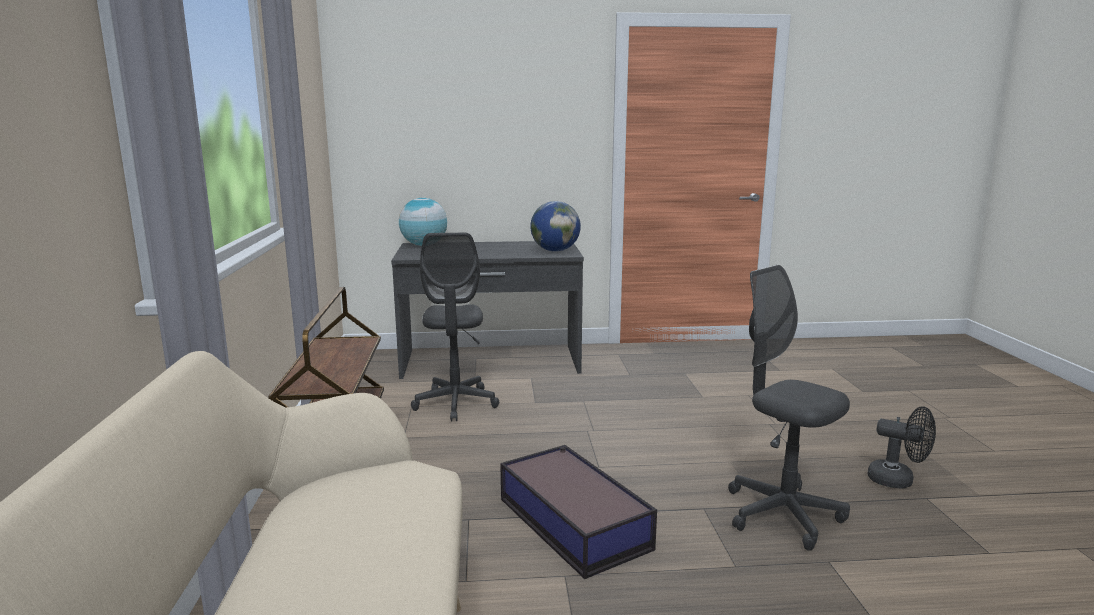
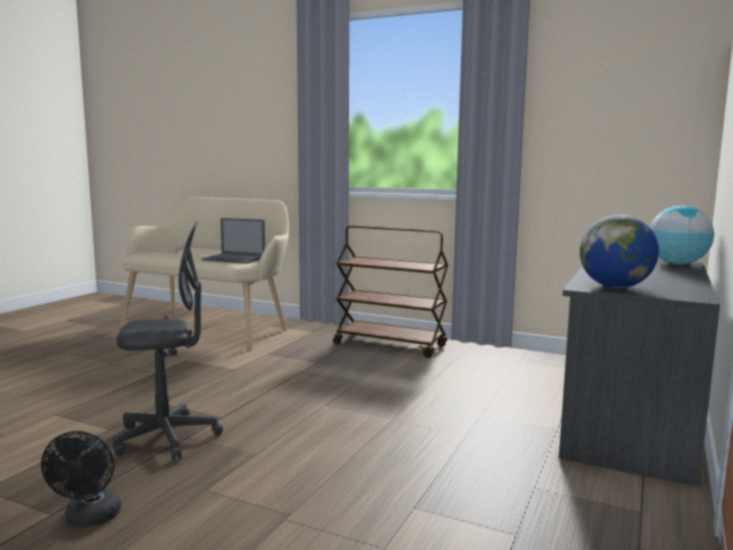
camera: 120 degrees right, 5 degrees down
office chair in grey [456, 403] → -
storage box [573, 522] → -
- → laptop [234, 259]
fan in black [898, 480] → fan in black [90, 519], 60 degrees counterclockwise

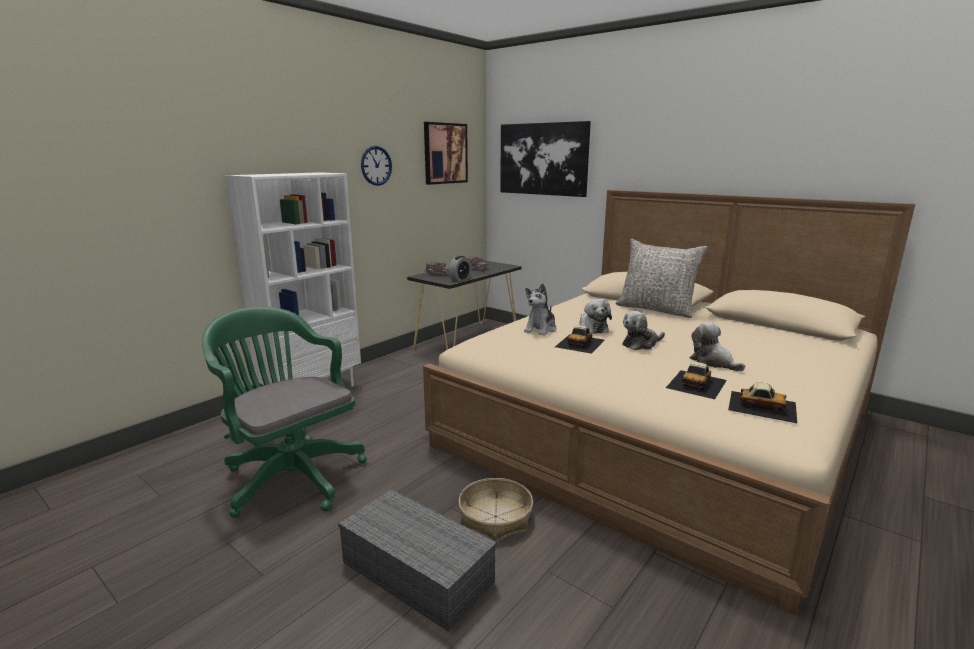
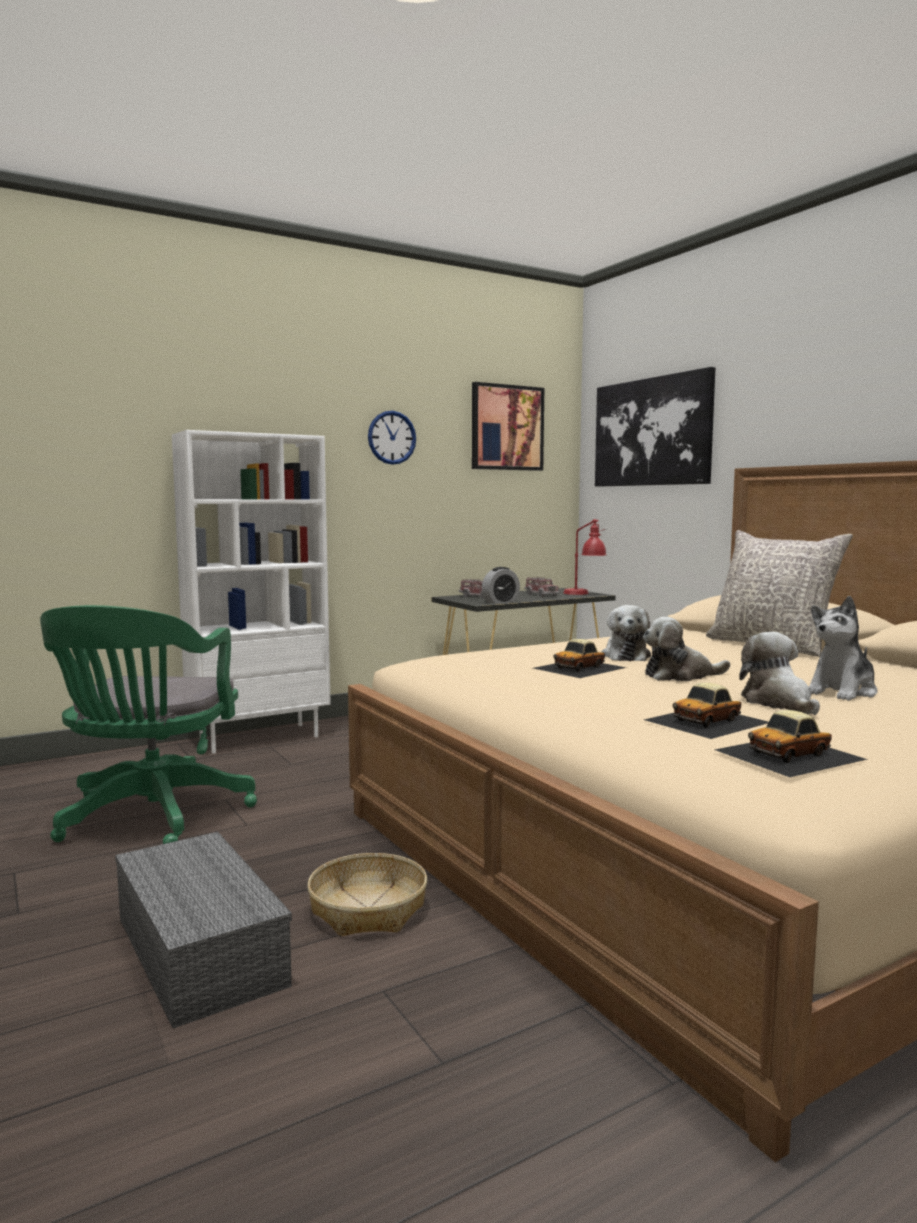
camera: 20 degrees right, 10 degrees down
- → table lamp in red [584, 594]
plush toy [540, 329] → plush toy [842, 692], relocated
office chair in green [290, 475] → office chair in green [150, 817], 150 degrees counterclockwise
toy car [762, 405] → toy car [790, 754], 105 degrees clockwise

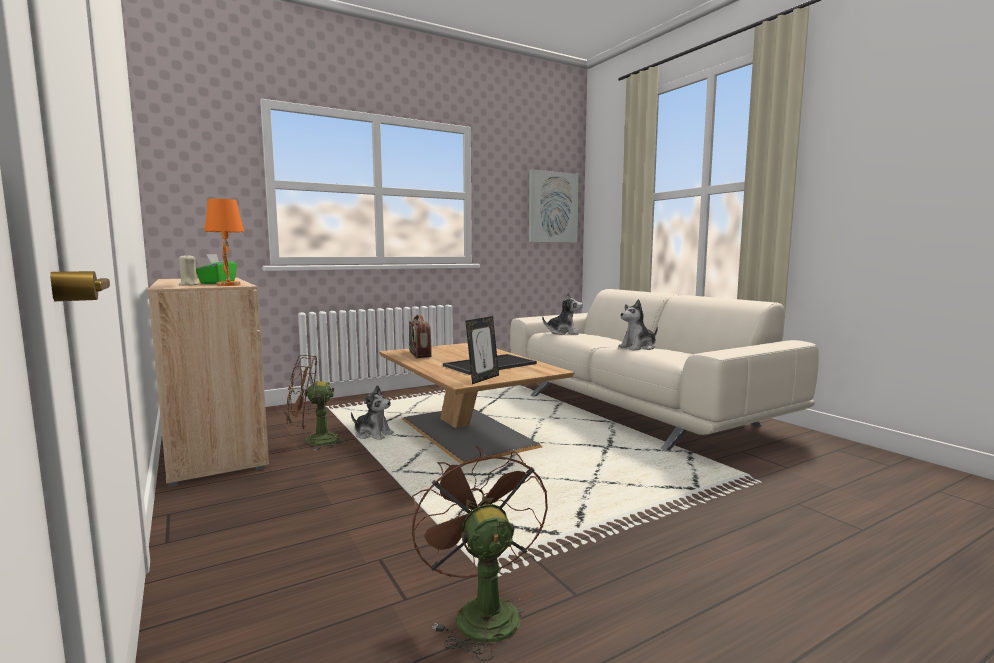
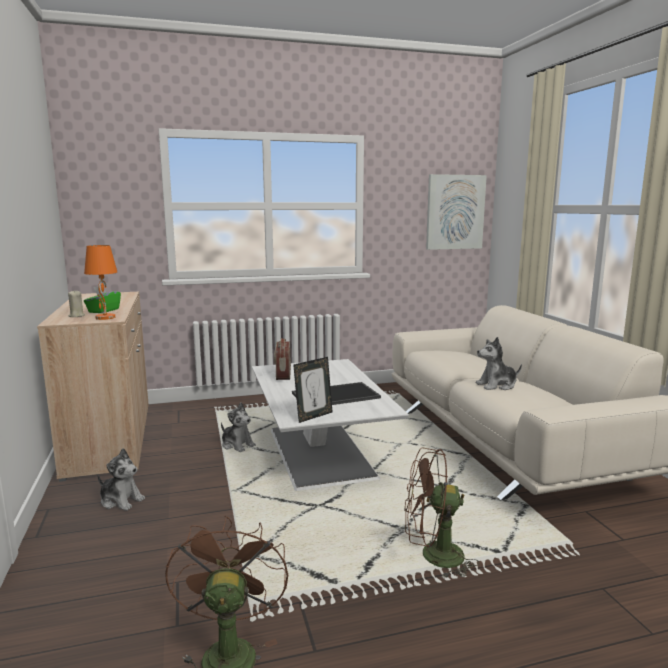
camera: 15 degrees right, 5 degrees up
fan in brown [313, 441] → fan in brown [433, 556], relocated
plush toy [563, 333] → plush toy [121, 500], relocated
coffee table in brown [469, 434] → coffee table in white [321, 454]

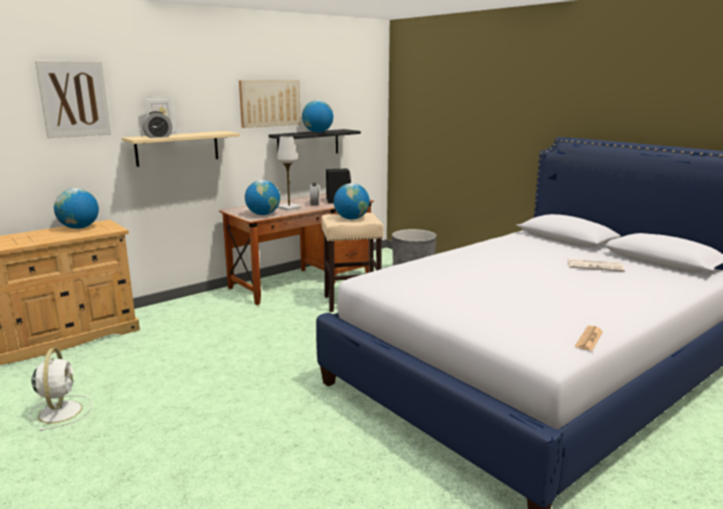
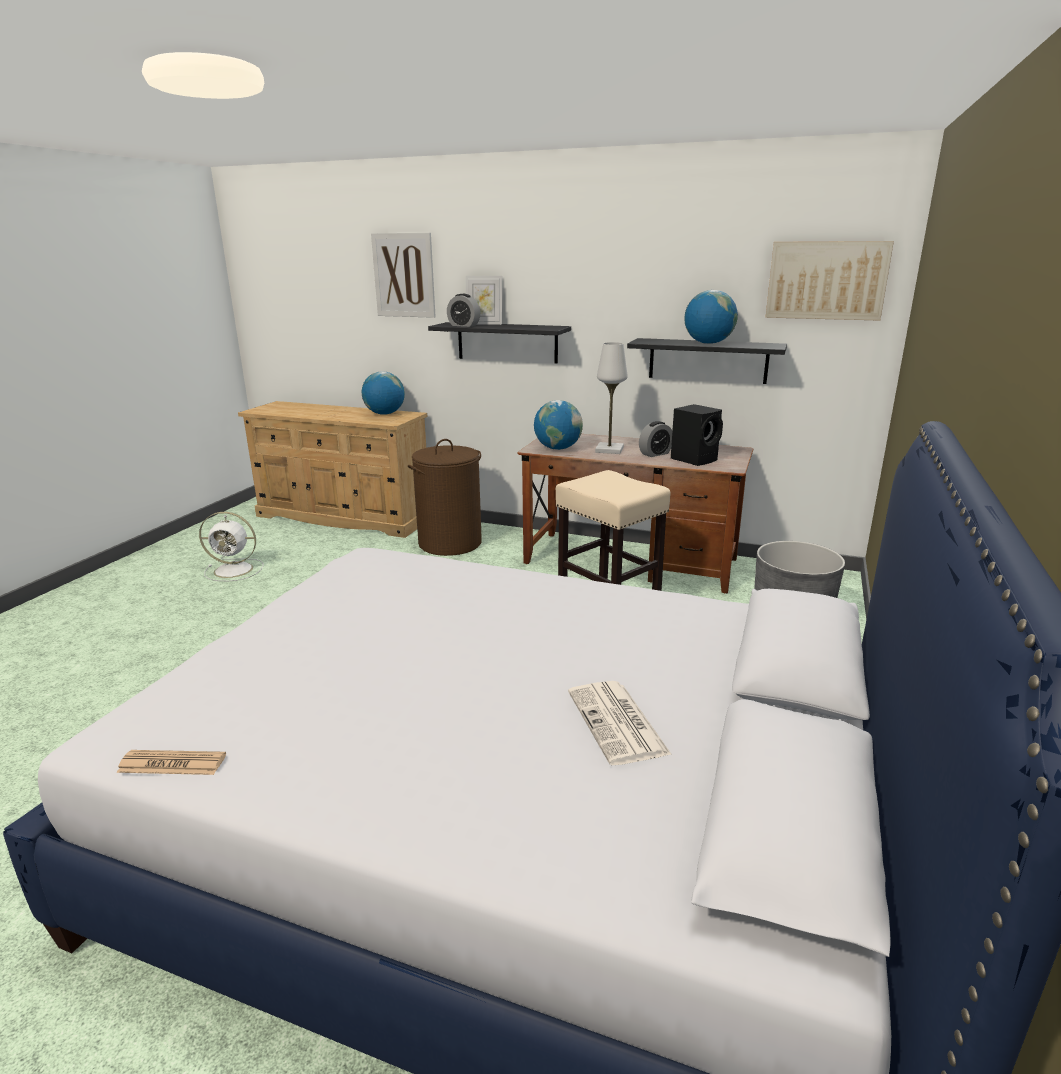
camera: 60 degrees right, 5 degrees up
globe [351, 218] → -
- → laundry basket in brown [450, 543]
picture [270, 103] → picture [826, 280], relocated
shelf in beige [177, 148] → shelf in black [507, 342]
fan in white [61, 411] → fan in white [235, 570], 45 degrees clockwise

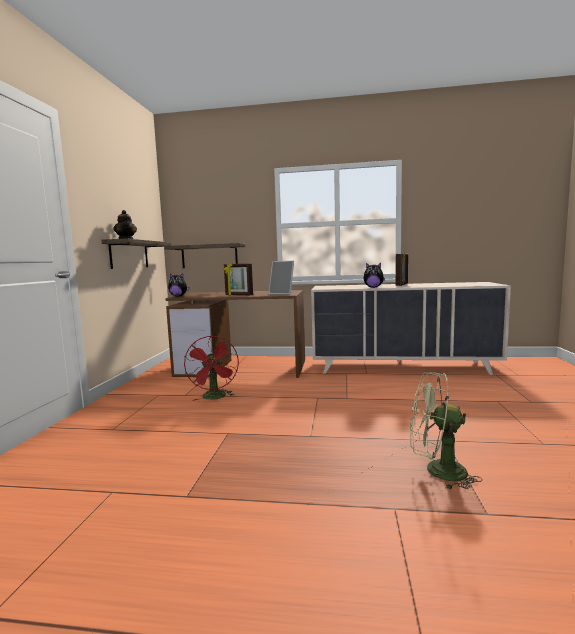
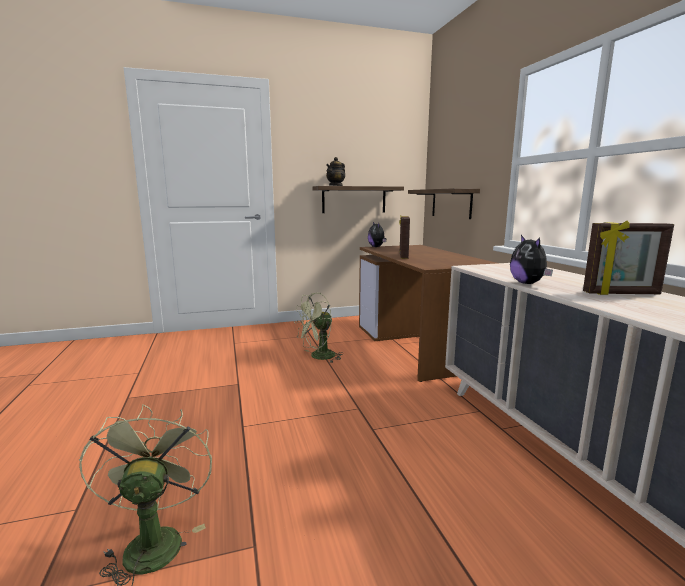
camera: 65 degrees right, 5 degrees up
picture frame [282, 293] → -
fan in red [215, 398] → fan in green [318, 357]

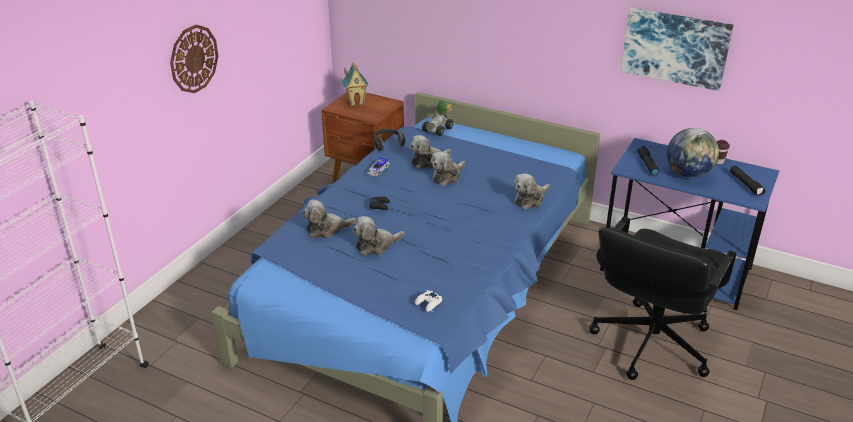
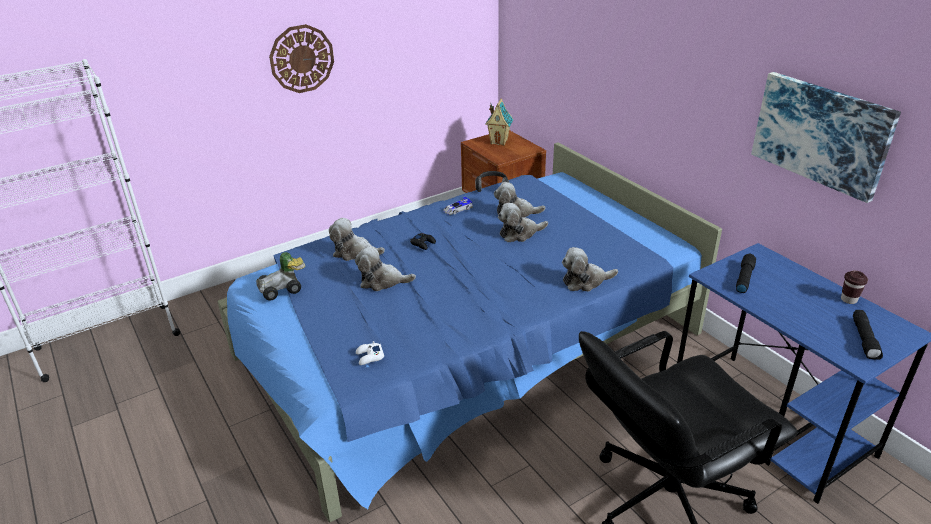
camera: 30 degrees right, 0 degrees up
globe [688, 174] → -
toy car [439, 129] → toy car [283, 290], relocated

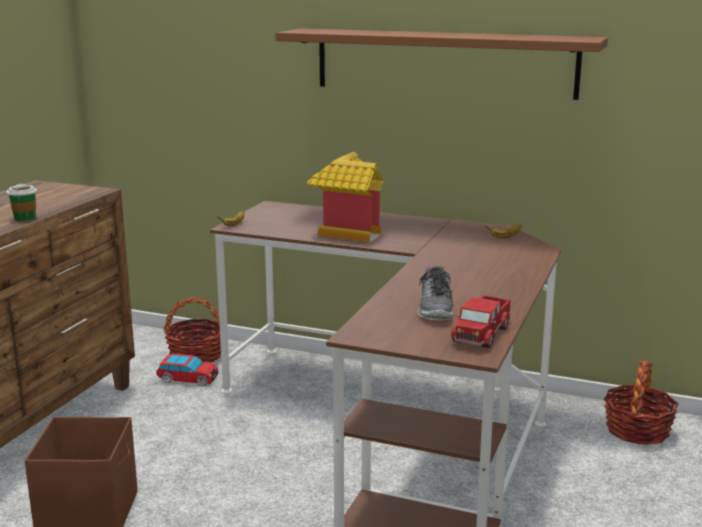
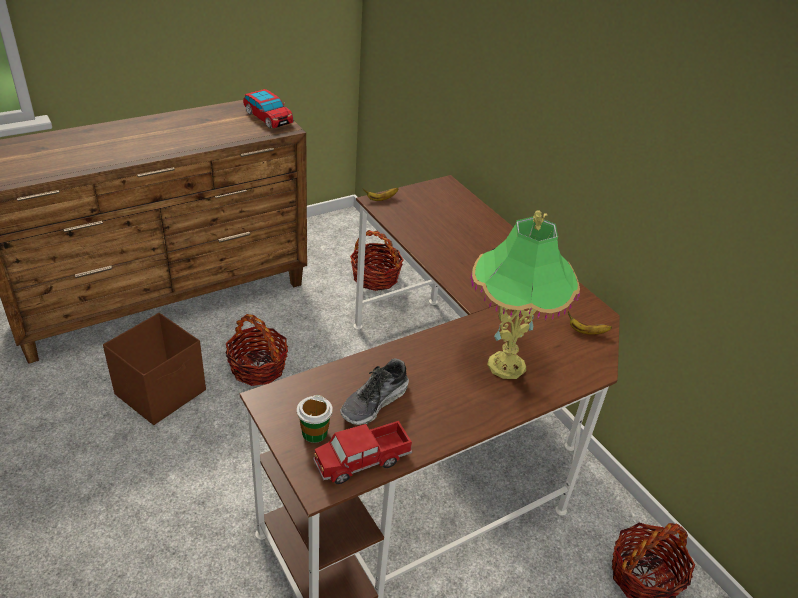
camera: 35 degrees right, 20 degrees up
shelf in brown [444, 62] → -
toy house [345, 231] → -
- → basket [258, 368]
- → table lamp [506, 366]
cup [25, 218] → cup [314, 433], relocated
toy car [187, 379] → toy car [268, 117], relocated

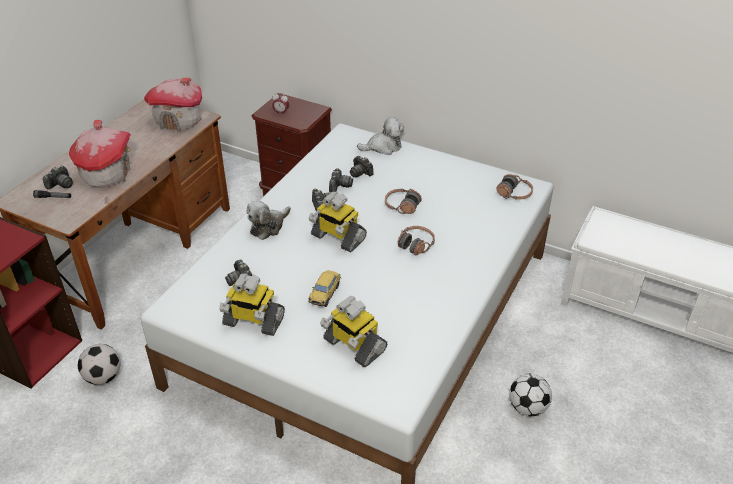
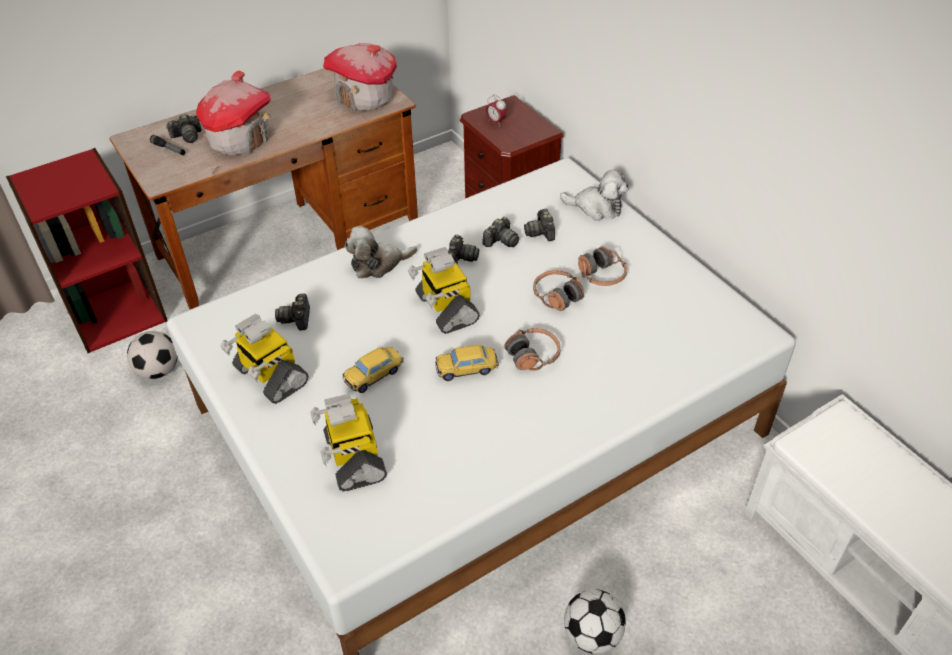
camera: 30 degrees right, 5 degrees up
- → toy car [466, 369]
headphones [514, 194] → headphones [601, 275], relocated

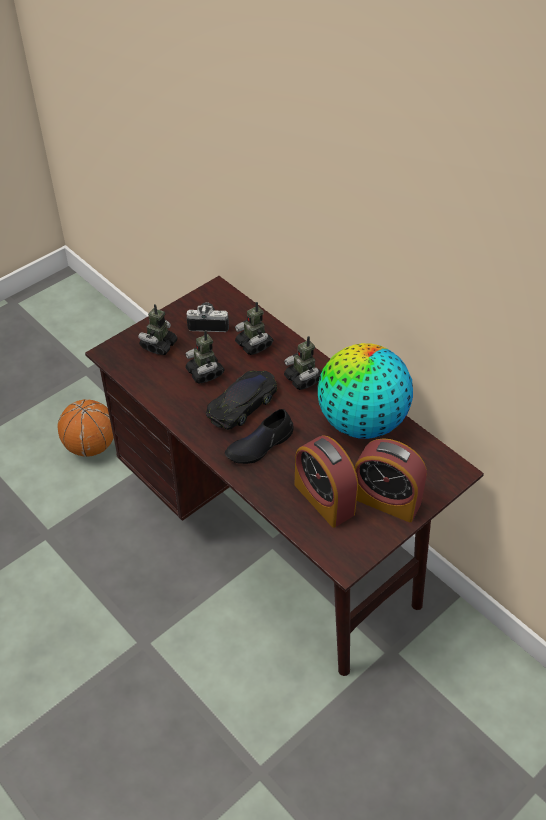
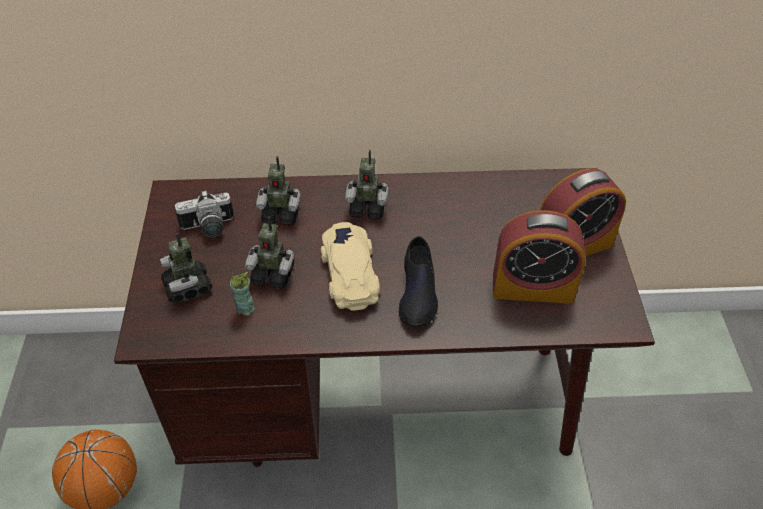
camera: 50 degrees left, 0 degrees up
globe [361, 422] → -
- → cup [245, 308]
toy car in black [243, 404] → toy car in beige [350, 271]
photo camera [209, 323] → photo camera [208, 228], 150 degrees counterclockwise

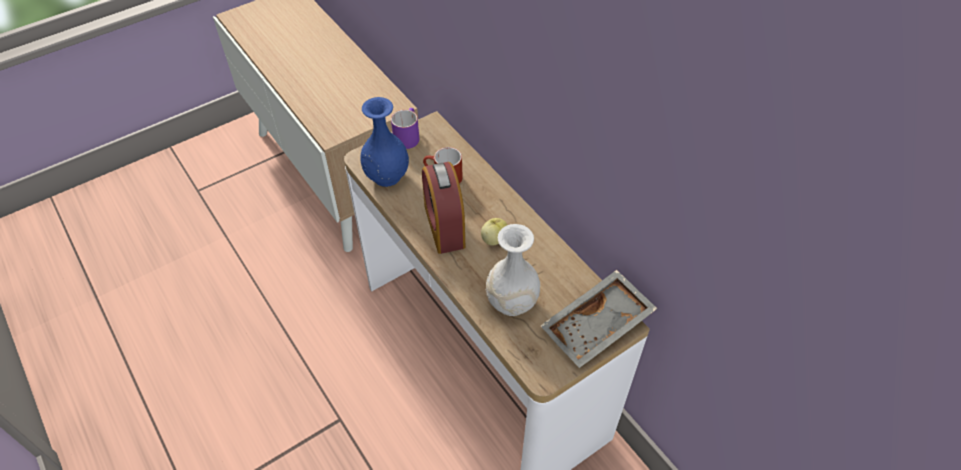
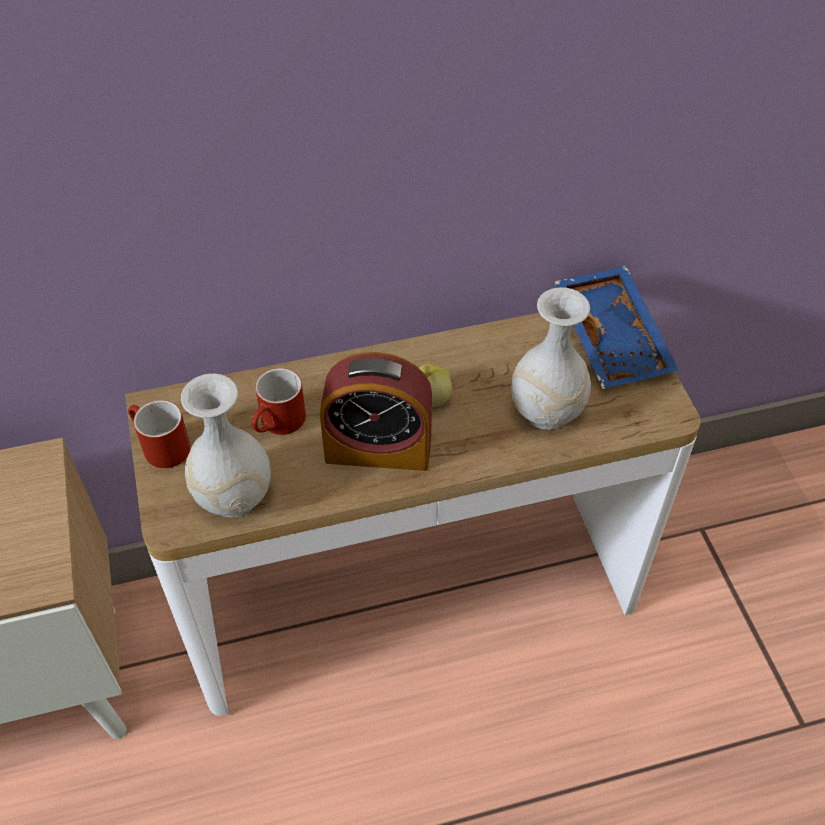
camera: 70 degrees left, 0 degrees up
vase in blue [387, 175] → vase in white [233, 496]
mug in purple [407, 136] → mug in red [159, 446]
tray in grey [598, 327] → tray in blue [614, 338]

